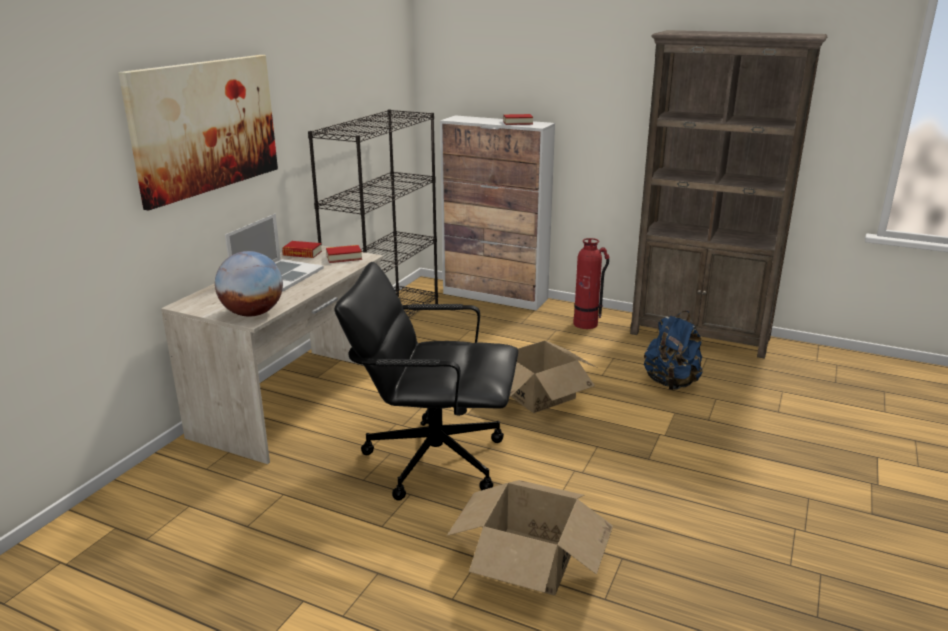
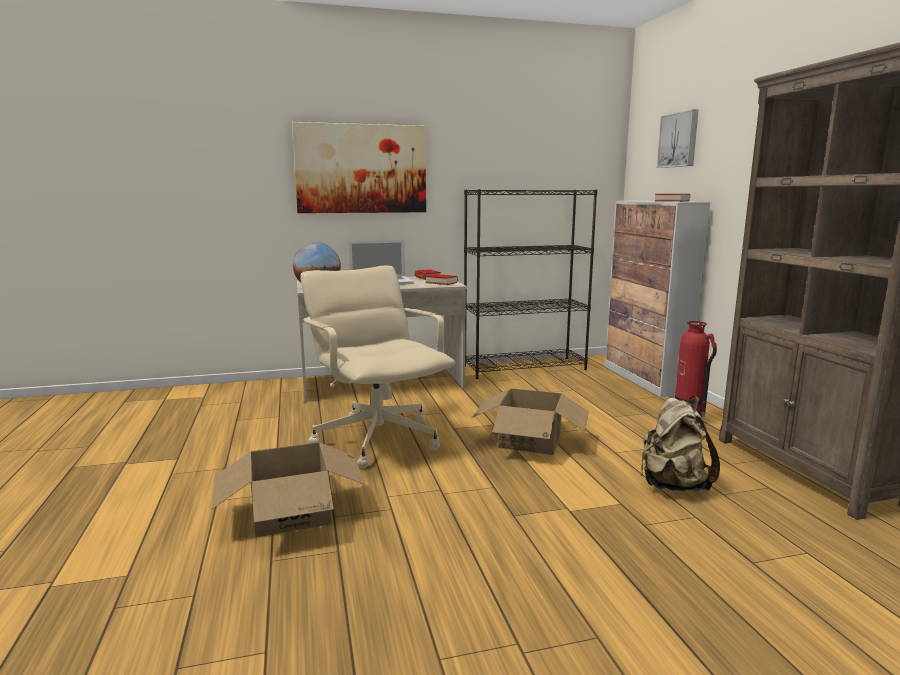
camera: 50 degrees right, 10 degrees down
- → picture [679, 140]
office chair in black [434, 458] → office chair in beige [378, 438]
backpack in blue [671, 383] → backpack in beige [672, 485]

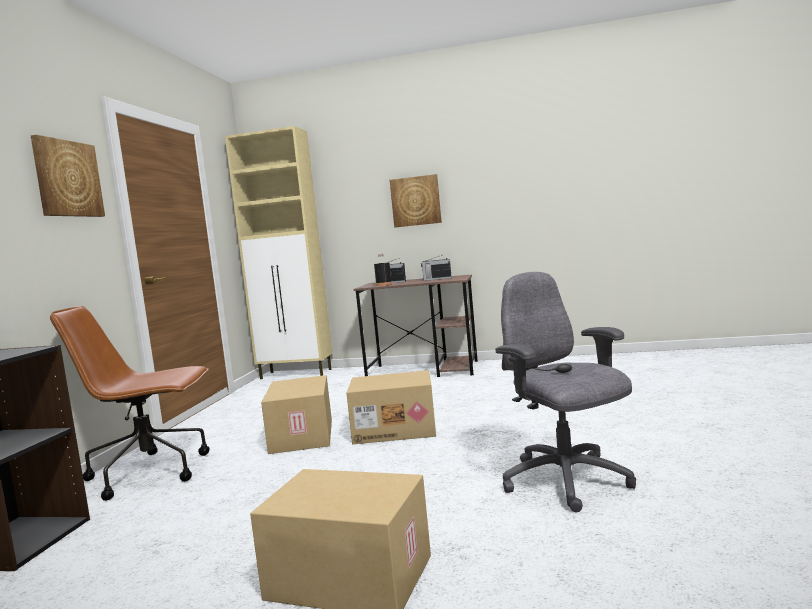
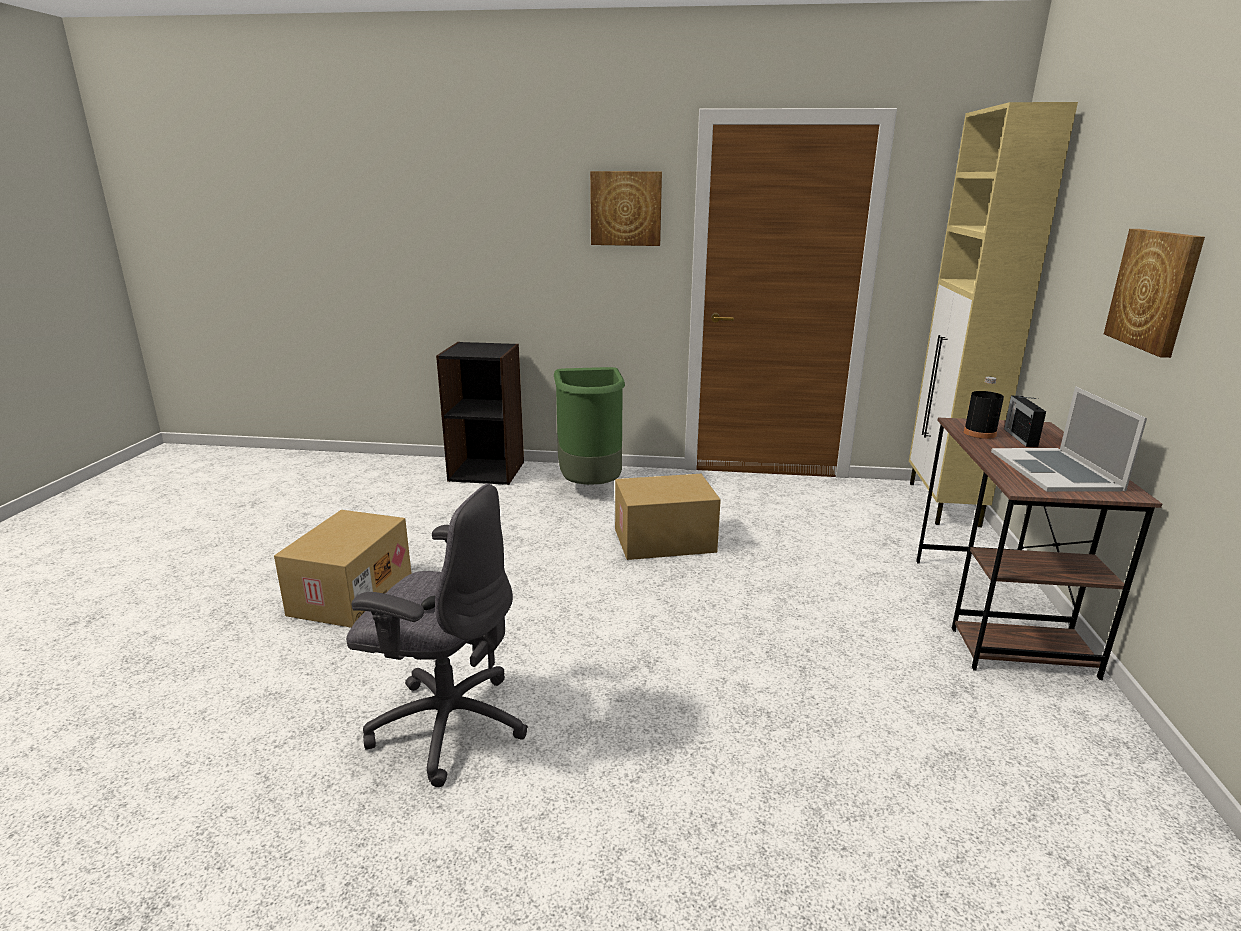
camera: 85 degrees right, 15 degrees up
cardboard box [395, 429] → -
office chair in brown [151, 472] → trash can in green [591, 486]
radio [436, 279] → laptop [1055, 470]
office chair in grey [567, 482] → office chair in grey [447, 724], 45 degrees clockwise

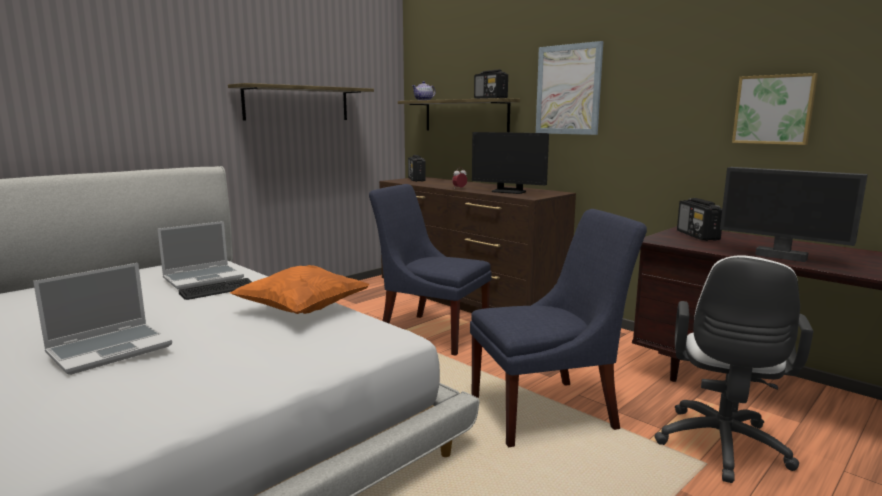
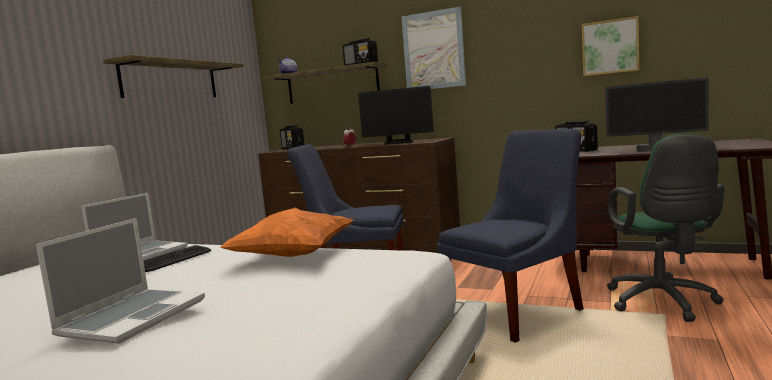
camera: 20 degrees left, 5 degrees down
office chair in white [721, 449] → office chair in green [663, 303]

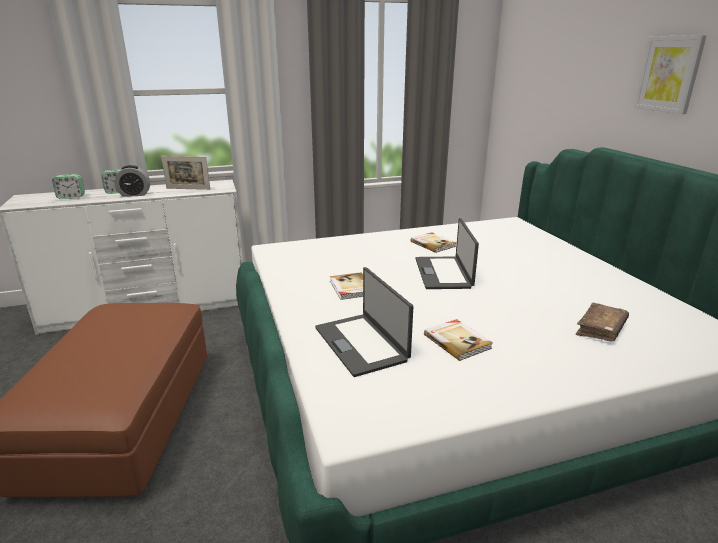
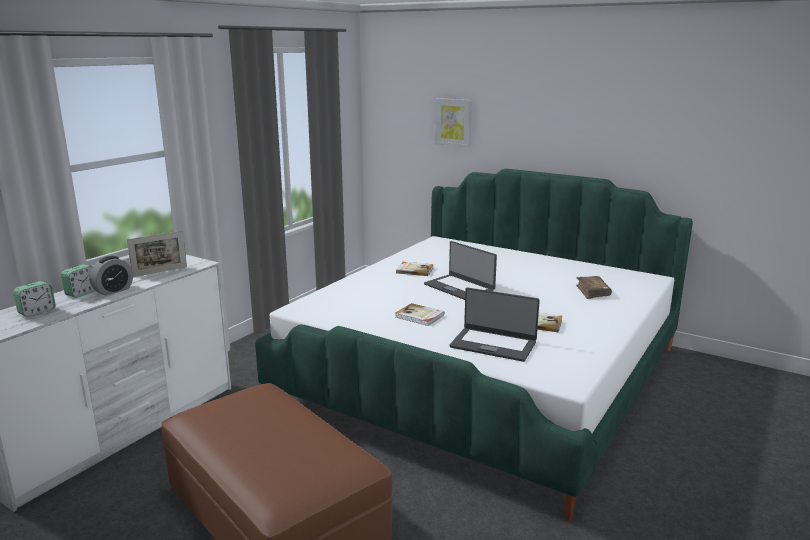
camera: 40 degrees left, 5 degrees down
picture [669, 74] → picture [453, 122], relocated

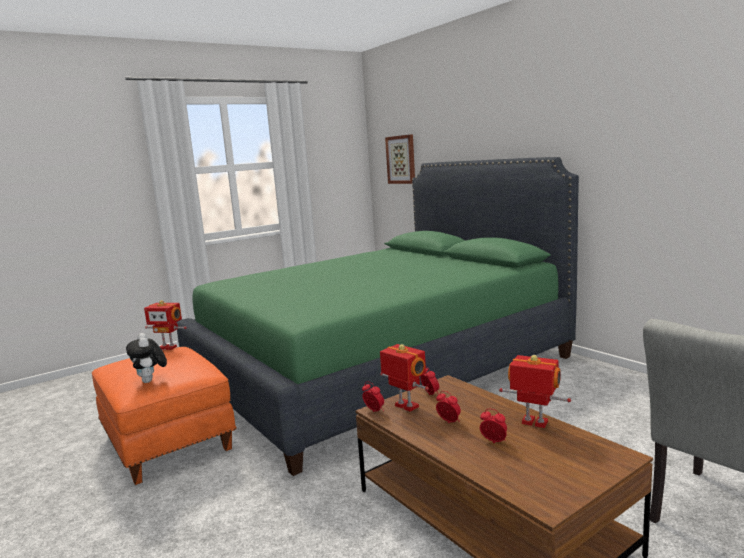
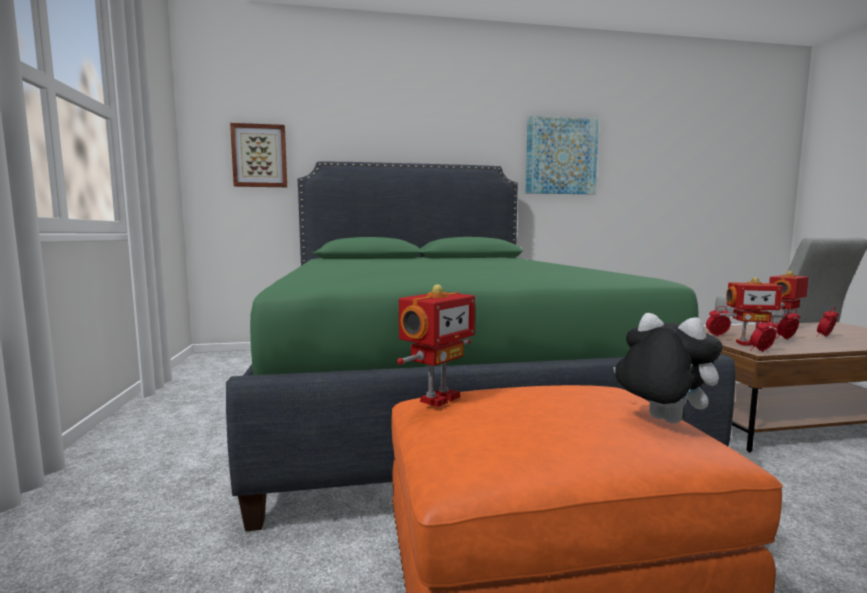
camera: 65 degrees left, 5 degrees down
- → picture [561, 156]
plush toy [150, 381] → plush toy [660, 421], 135 degrees counterclockwise
toy robot [405, 407] → toy robot [749, 343], 150 degrees counterclockwise

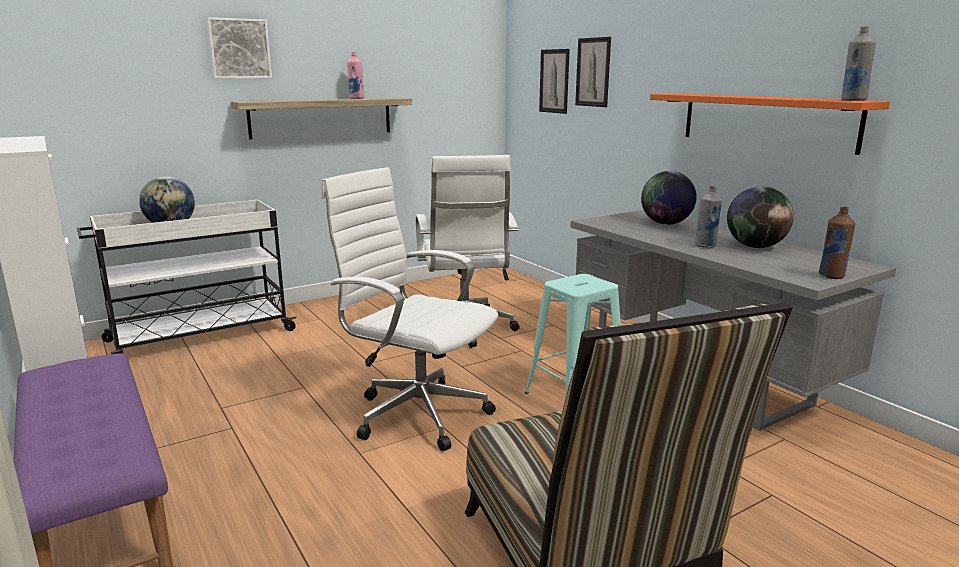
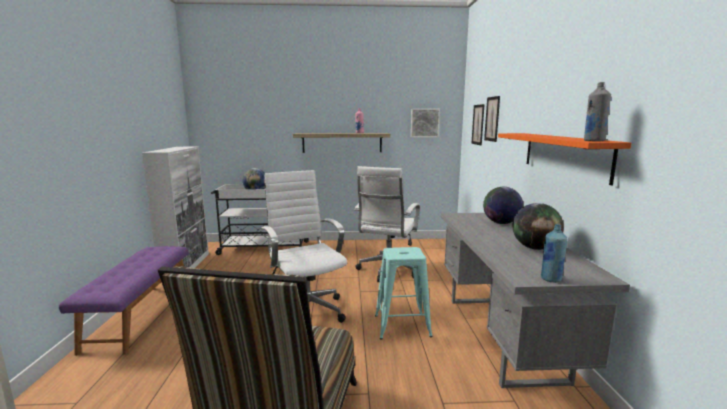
camera: 30 degrees right, 5 degrees down
bottle in grey [705, 246] → -
picture [239, 49] → picture [424, 123], relocated
bottle in brown [831, 276] → bottle in blue [551, 279]

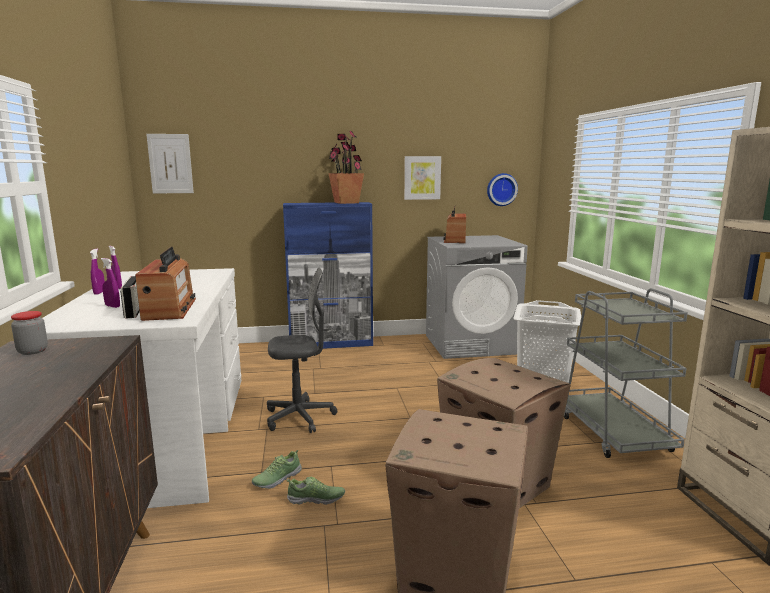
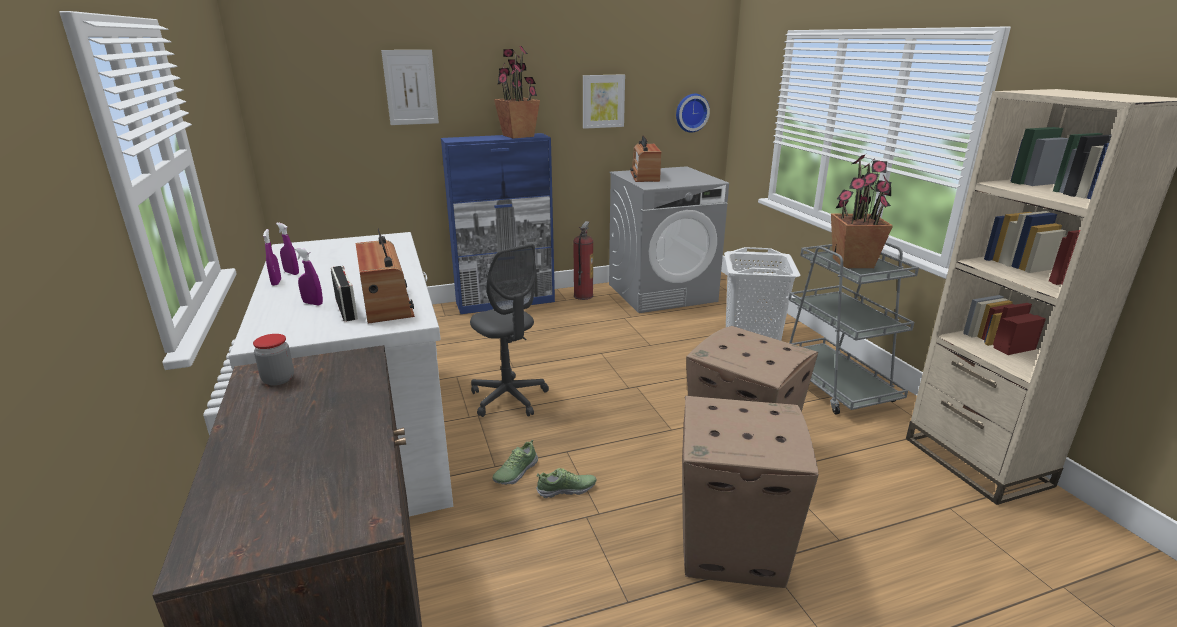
camera: 10 degrees left, 10 degrees up
- → fire extinguisher [583, 296]
- → potted plant [853, 263]
picture [170, 164] → picture [410, 87], relocated
office chair in grey [299, 417] → office chair in grey [509, 398], 75 degrees clockwise

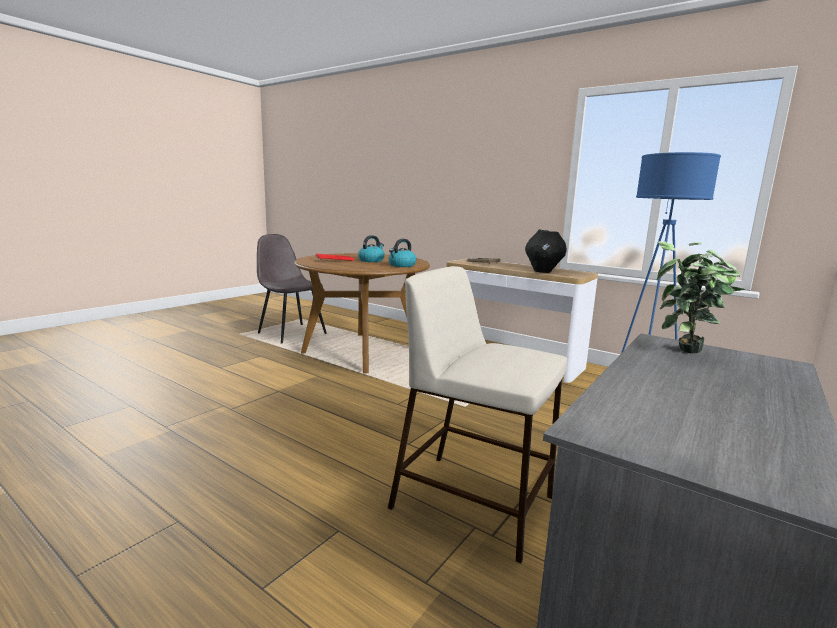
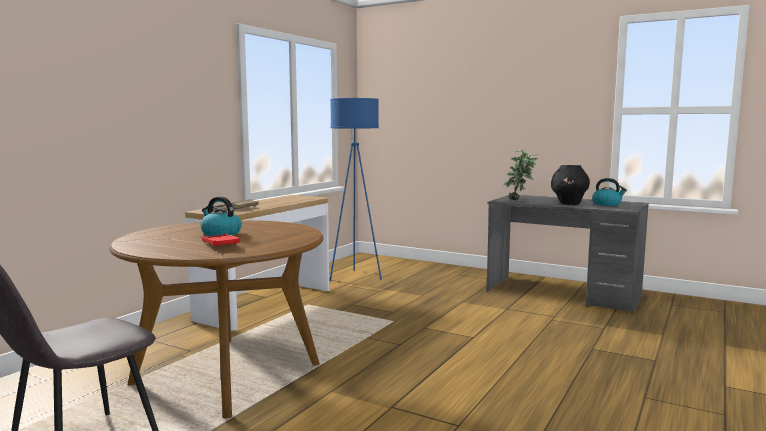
camera: 95 degrees left, 5 degrees down
stool in beige [475, 502] → -
kettle [402, 265] → kettle [607, 204], relocated
vase in black [543, 271] → vase in black [569, 204], relocated

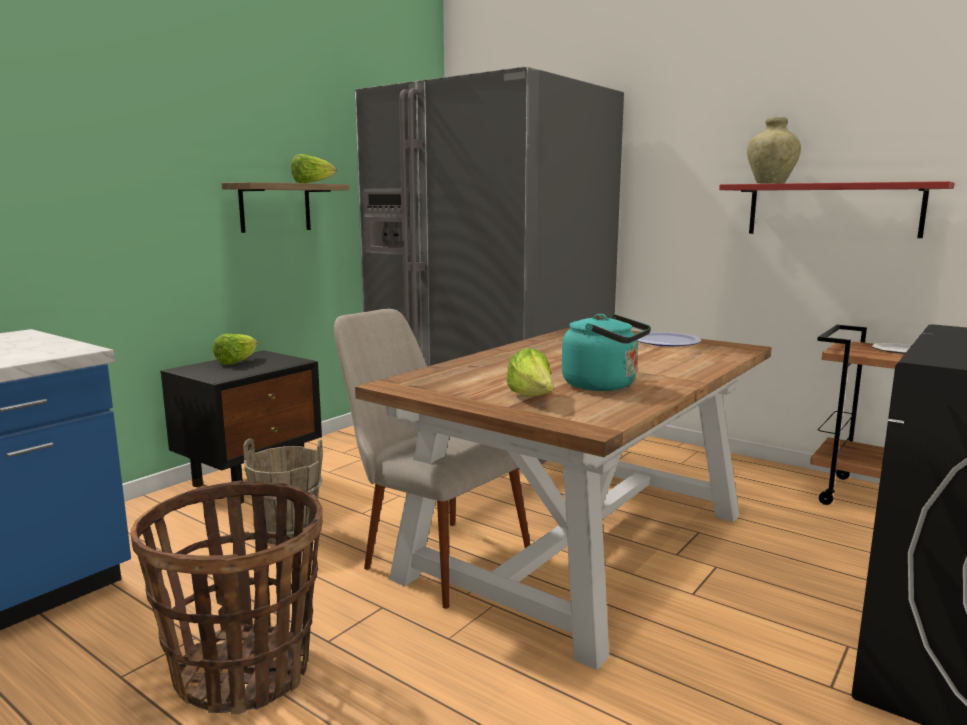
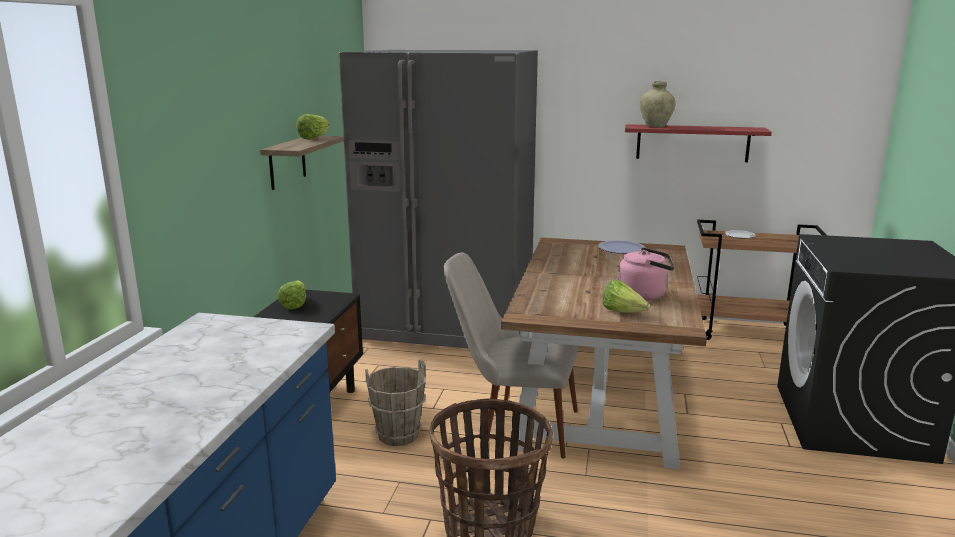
camera: 25 degrees left, 5 degrees up
kettle in turquoise [604, 385] → kettle in pink [645, 295]

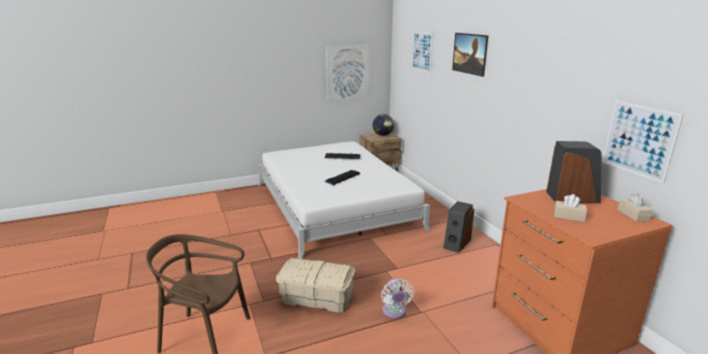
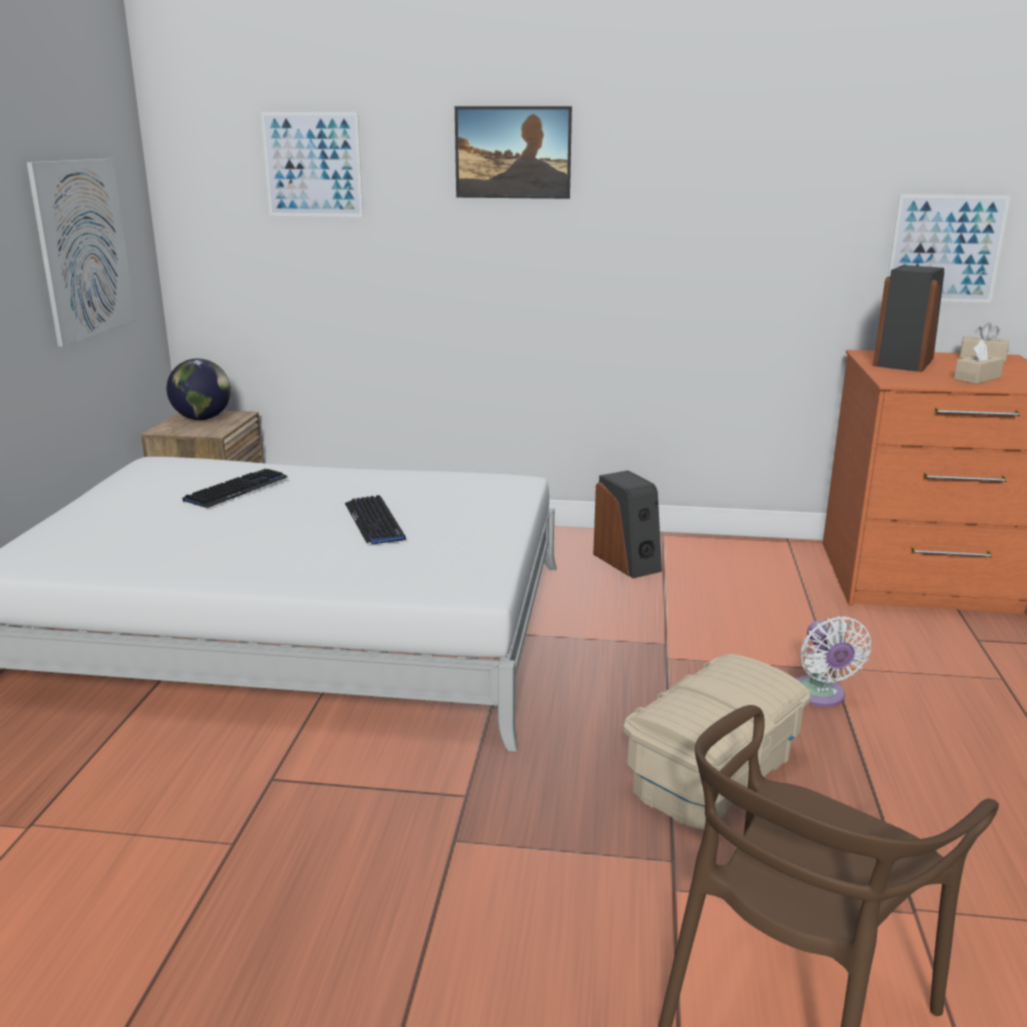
camera: 60 degrees left, 0 degrees up
fan in white [394, 312] → fan in white [820, 696], 60 degrees clockwise

